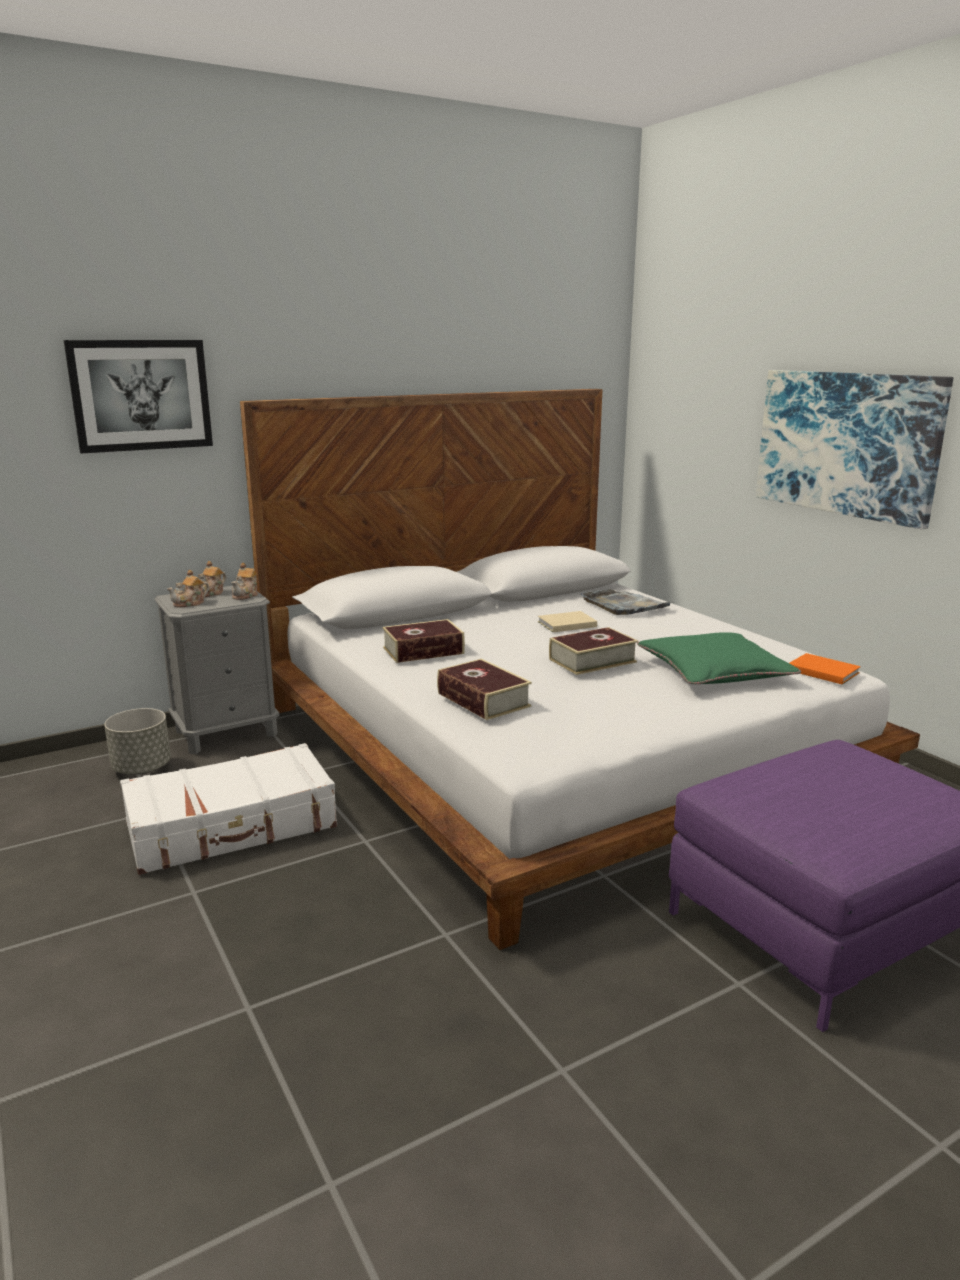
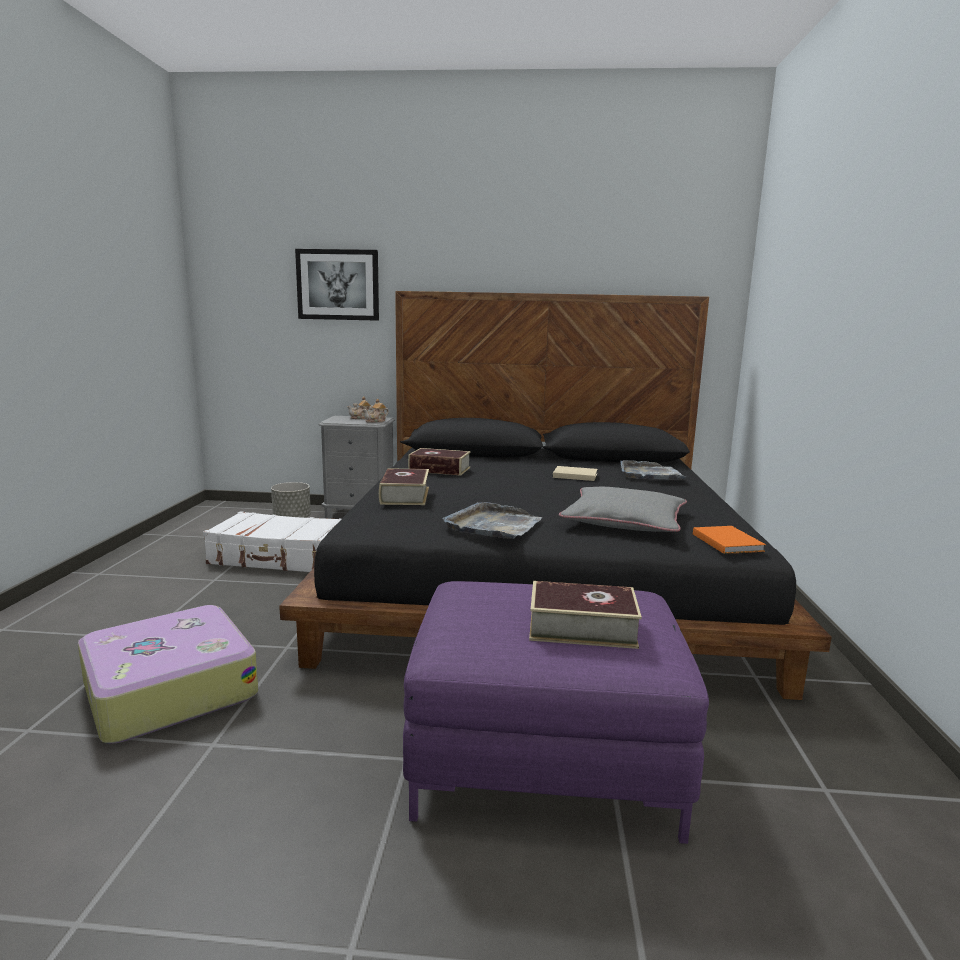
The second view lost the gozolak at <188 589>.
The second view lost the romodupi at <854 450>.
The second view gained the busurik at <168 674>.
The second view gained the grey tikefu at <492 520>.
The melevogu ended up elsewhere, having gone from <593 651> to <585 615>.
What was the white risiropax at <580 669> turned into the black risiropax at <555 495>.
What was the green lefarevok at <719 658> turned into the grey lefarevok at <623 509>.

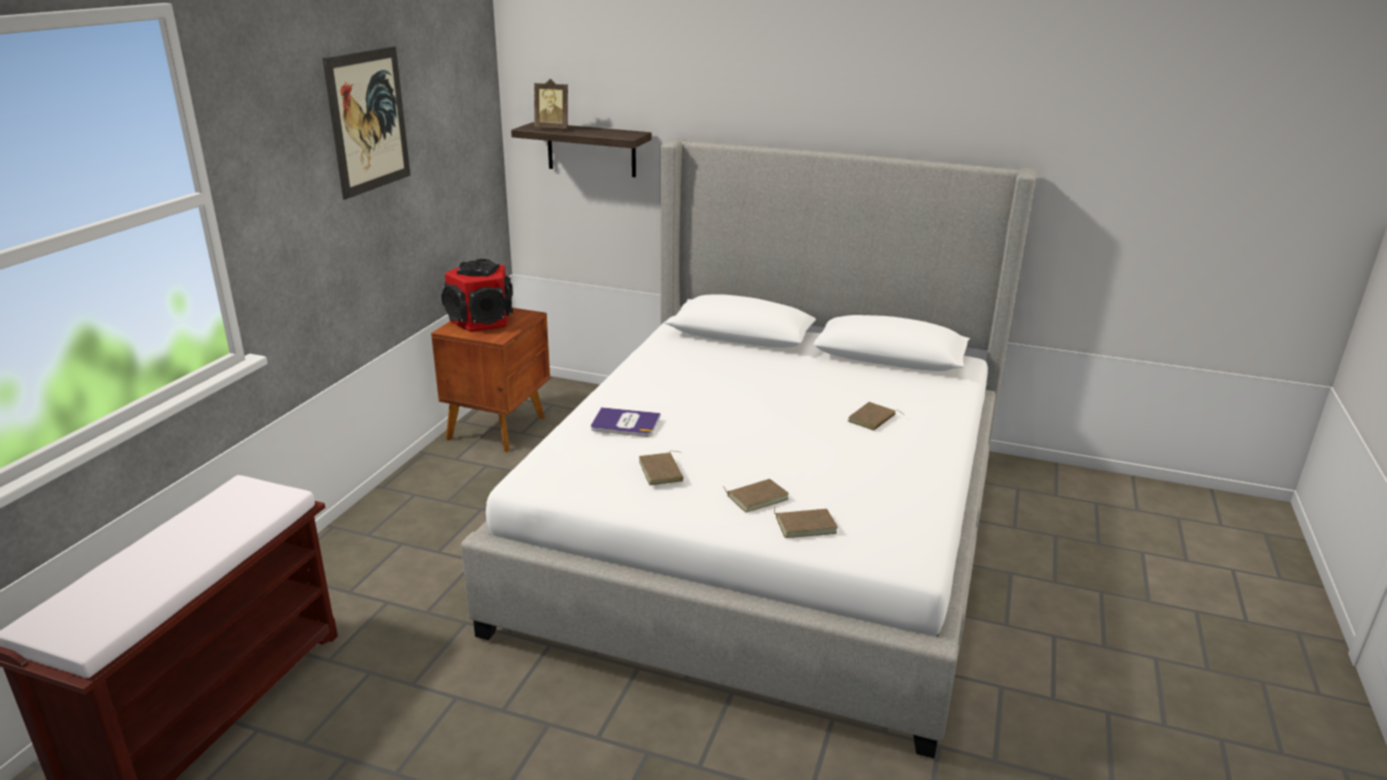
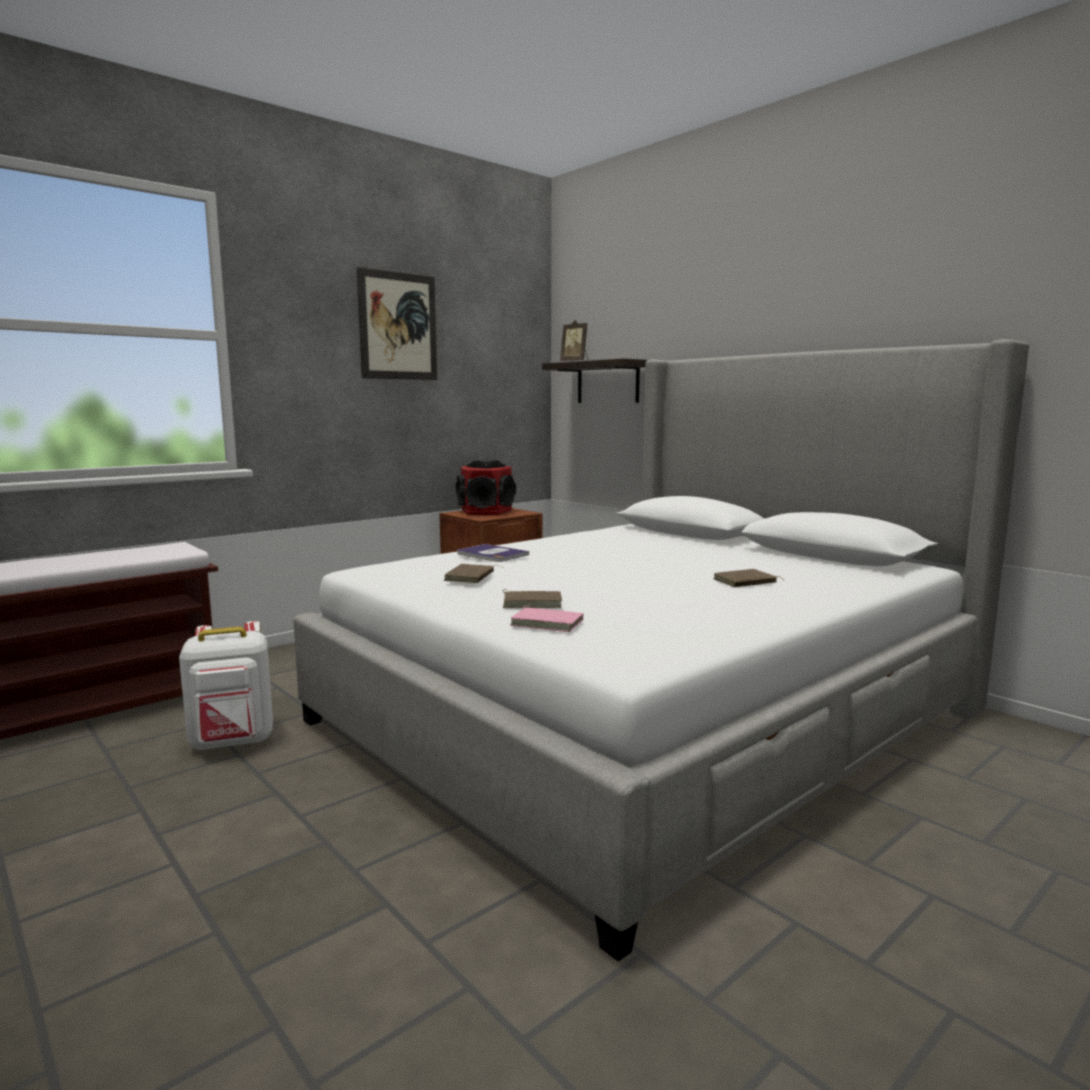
The second view gained the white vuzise at <226 686>.
What was the brown melevogu at <806 522> turned into the pink melevogu at <546 618>.

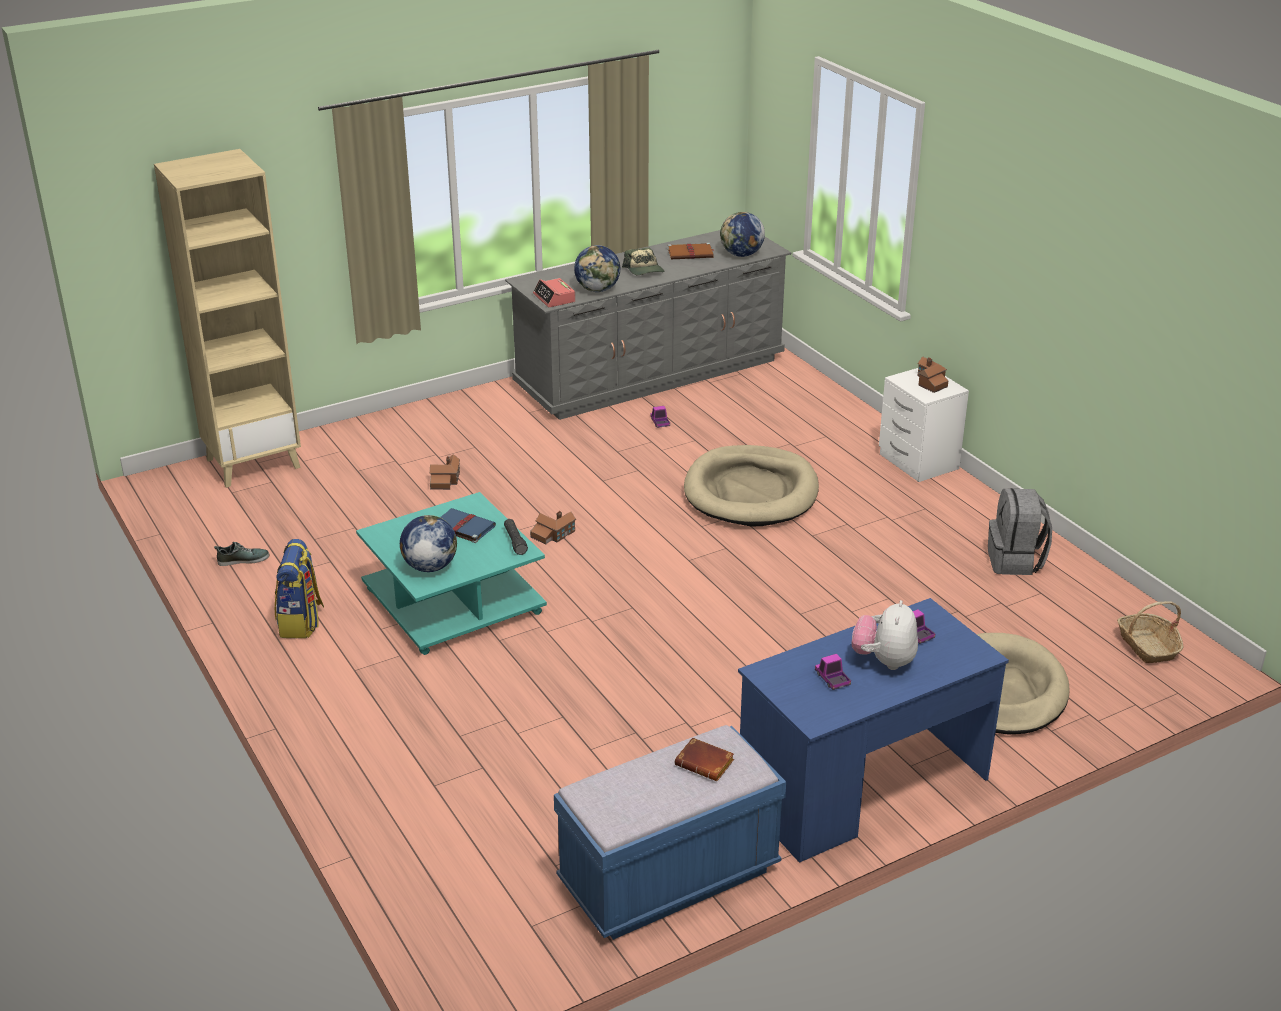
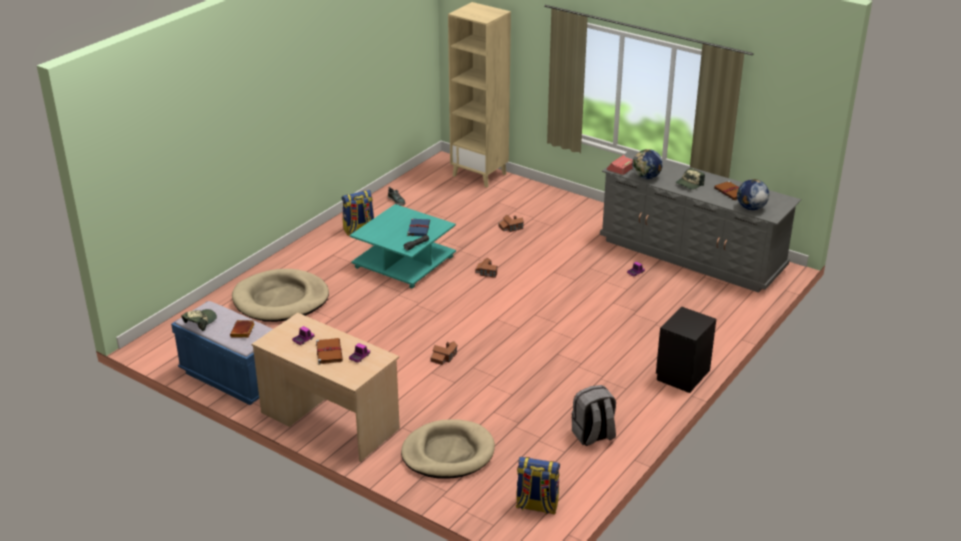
The second view lost the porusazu at <428 543>.
The second view gained the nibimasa at <199 320>.
The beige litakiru ended up elsewhere, having gone from <751 485> to <280 295>.
The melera ended up elsewhere, having gone from <933 374> to <444 353>.
Where the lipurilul stood at <885 635>, the brown melevogu came to stand at <329 351>.
Where the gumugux stood at <1150 632>, the vuzise came to stand at <538 486>.
What was the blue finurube at <873 730> turned into the beige finurube at <325 387>.
What was the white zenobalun at <924 425> turned into the black zenobalun at <686 349>.

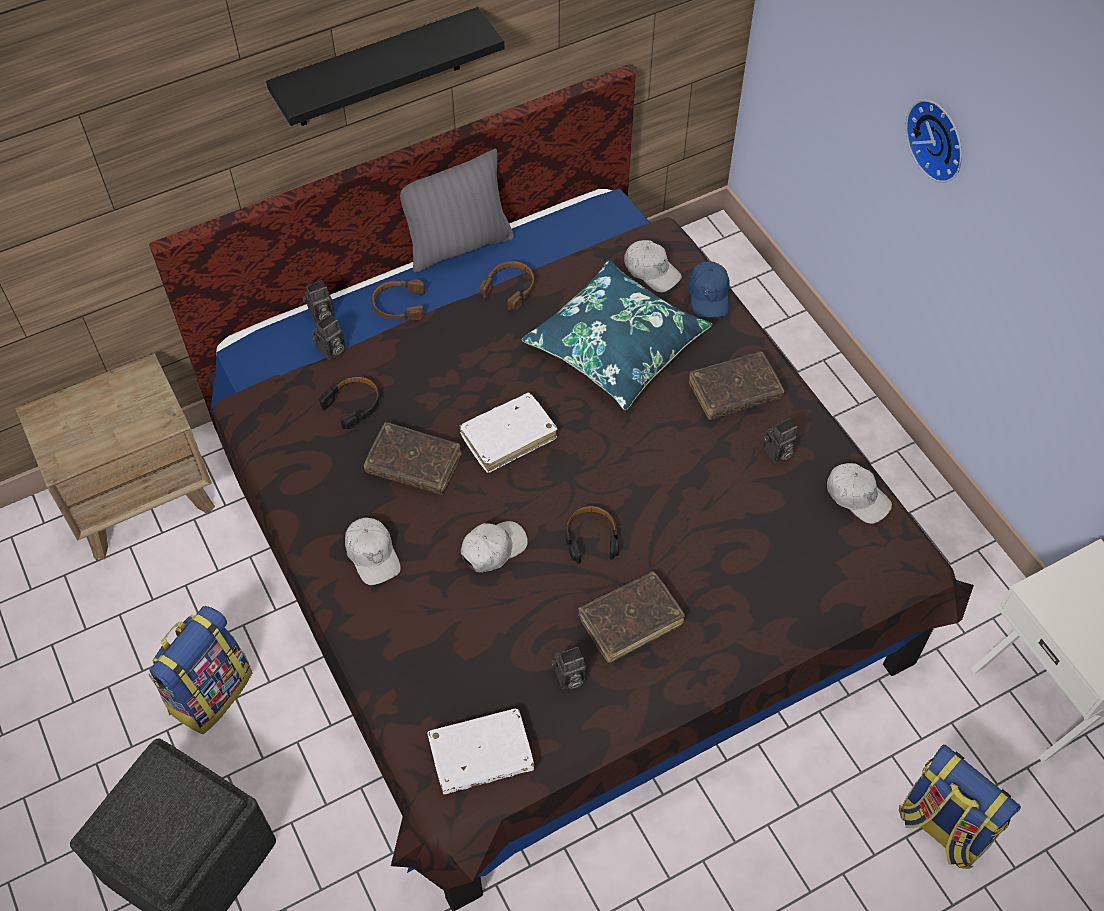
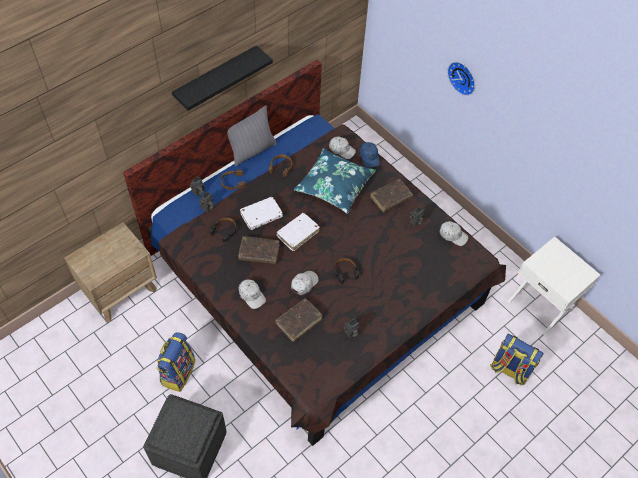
The white melevogu ended up elsewhere, having gone from <481 751> to <261 213>.
The brown melevogu ended up elsewhere, having gone from <631 617> to <298 320>.

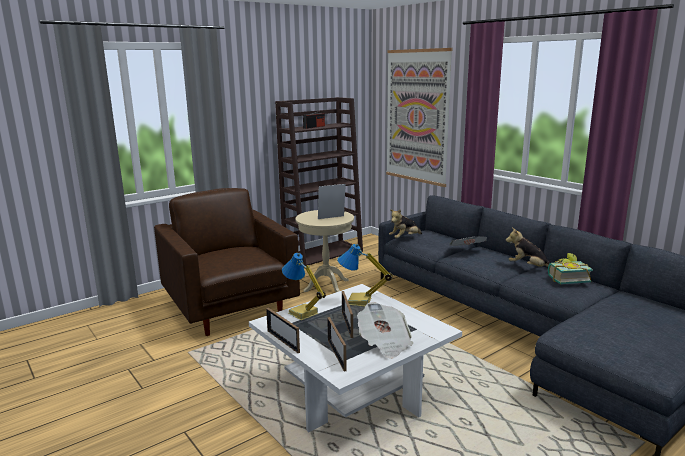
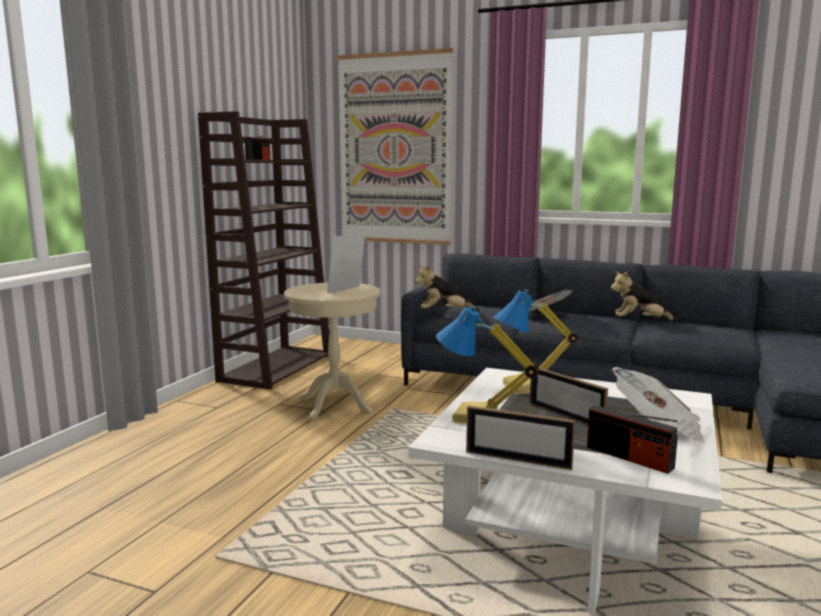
The second view lost the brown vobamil at <227 262>.
The second view lost the melevogu at <570 268>.
Where the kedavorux stood at <337 344>, the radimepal came to stand at <632 439>.
The lipurilul at <405 223> ended up facing another way, 60 degrees clockwise from before.

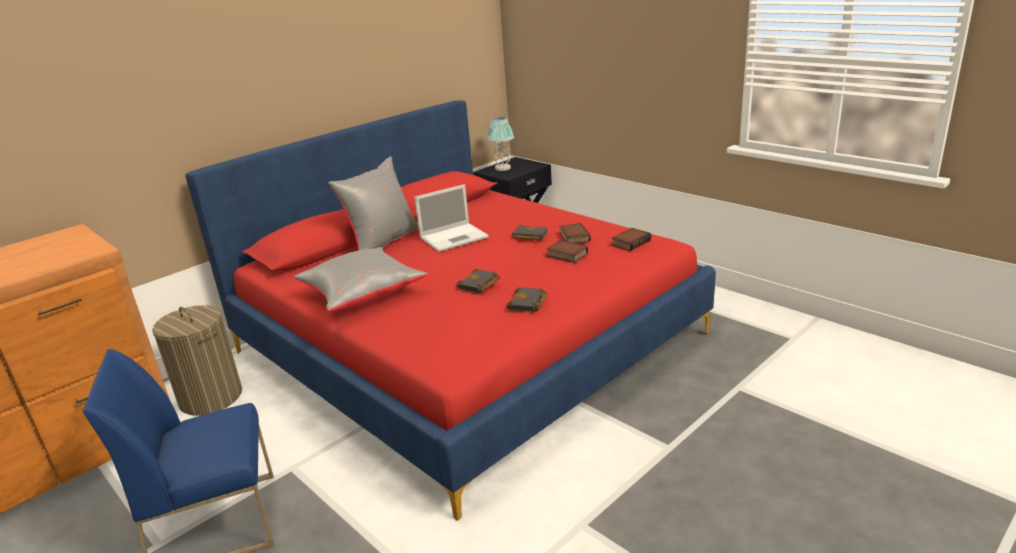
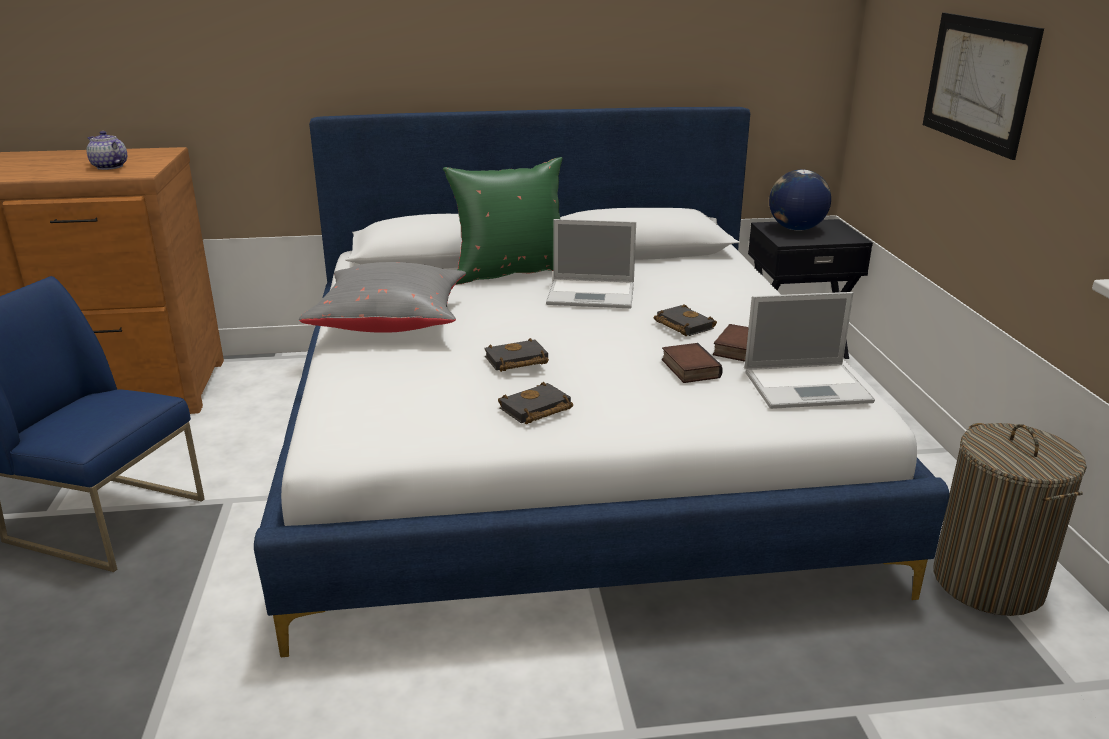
The second view gained the gozolak at <107 150>.
The second view gained the romodupi at <983 86>.
The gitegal ended up elsewhere, having gone from <197 360> to <1010 519>.
Where the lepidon stood at <500 144>, the porusazu came to stand at <800 200>.
Where the melevogu stood at <631 239>, the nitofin came to stand at <810 350>.
What was the red risiropax at <450 310> turned into the white risiropax at <602 382>.
What was the grey lefarevok at <373 203> turned into the green lefarevok at <503 221>.

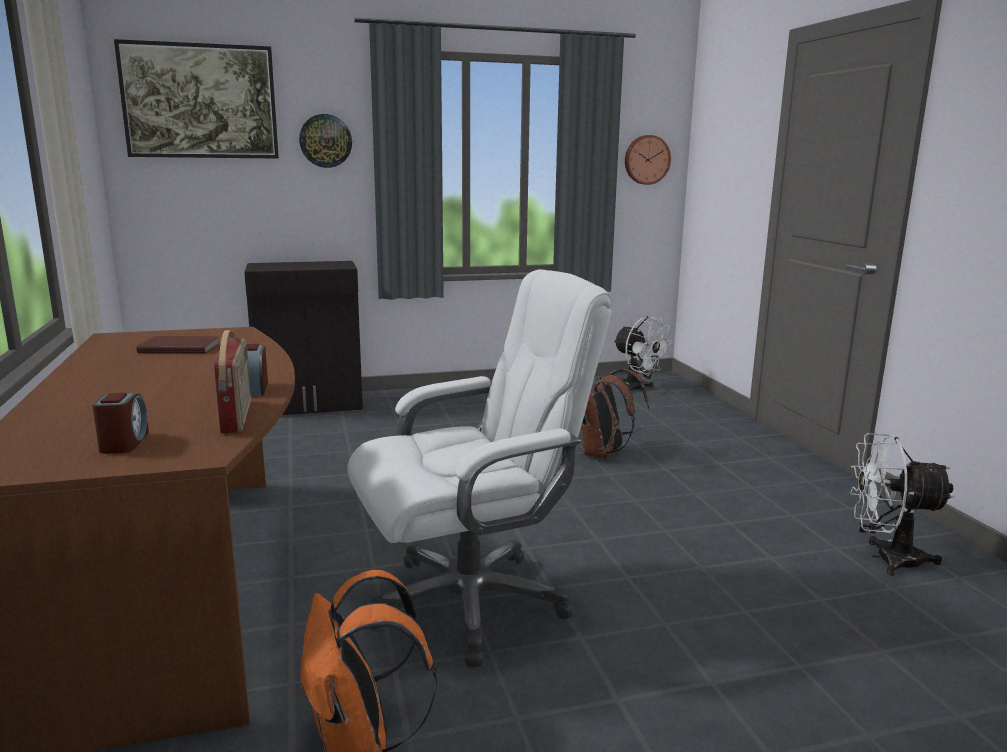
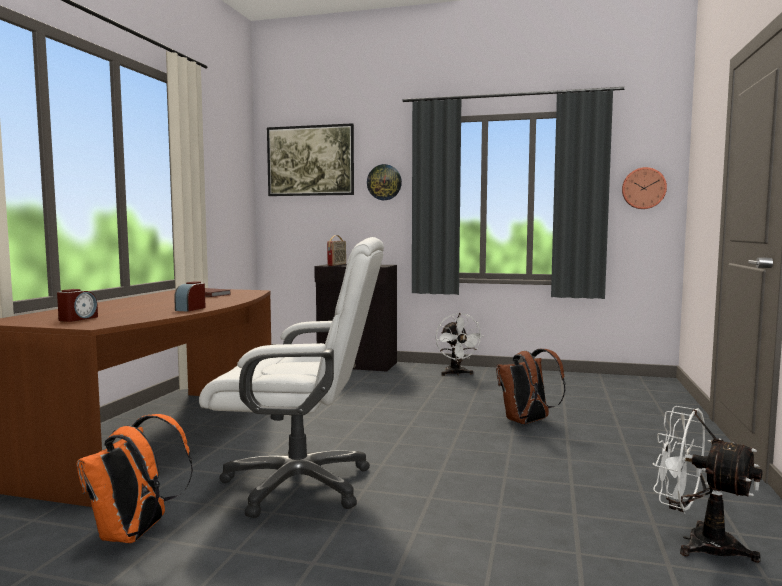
The radimepal ended up elsewhere, having gone from <232 381> to <336 250>.
The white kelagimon ended up elsewhere, having gone from <643 353> to <460 344>.

